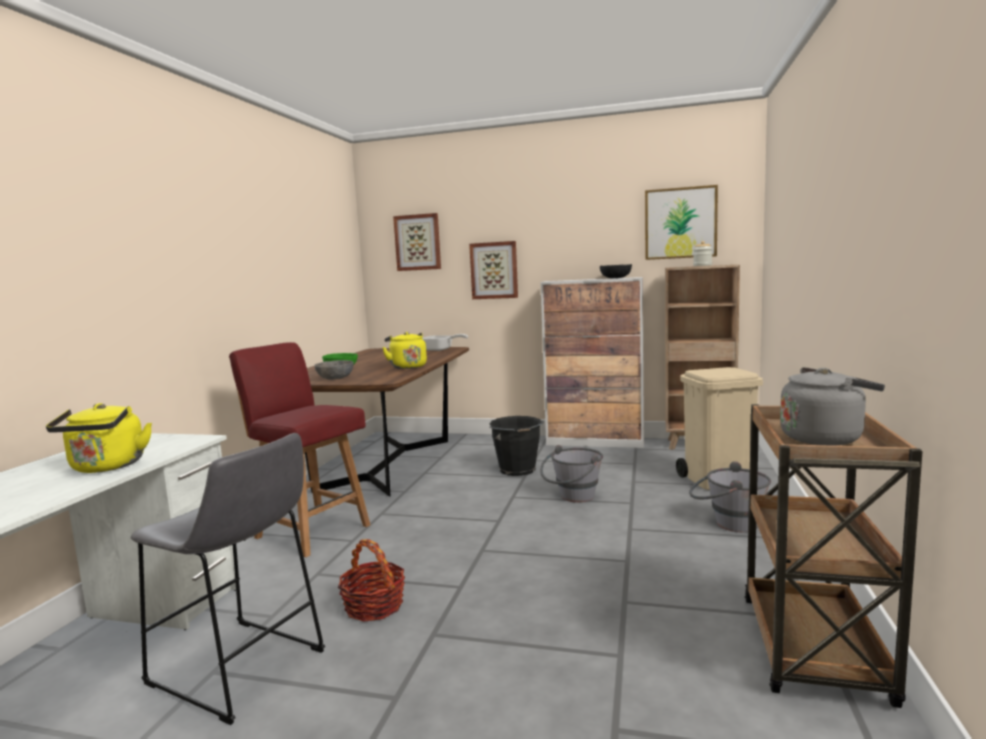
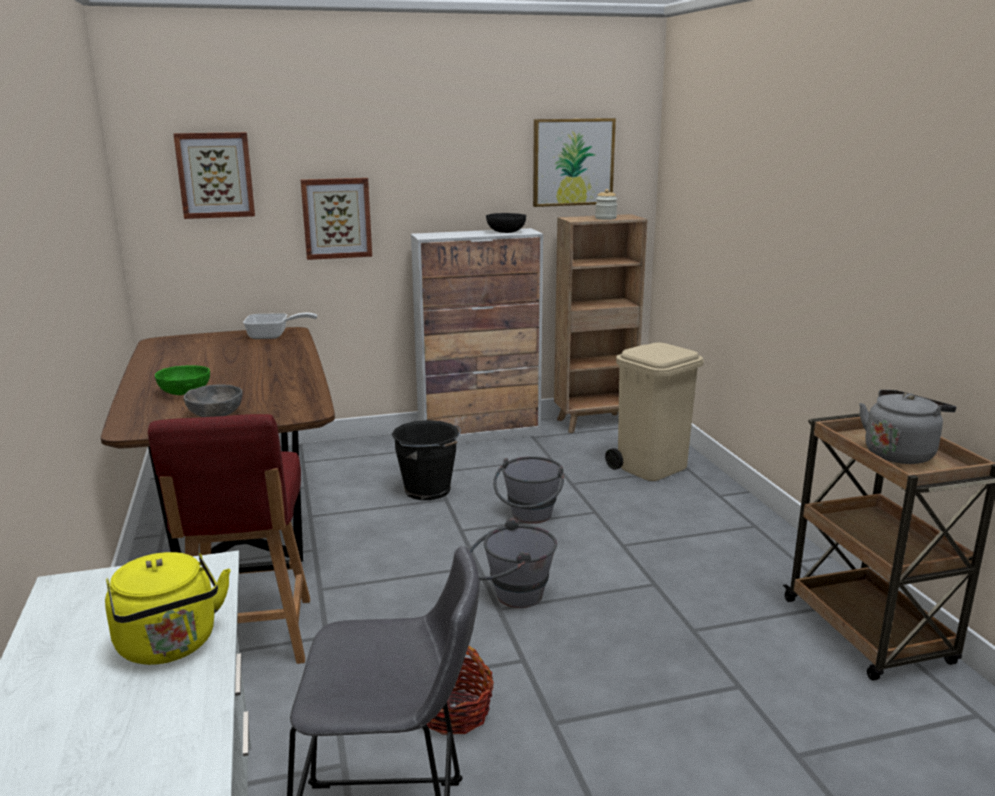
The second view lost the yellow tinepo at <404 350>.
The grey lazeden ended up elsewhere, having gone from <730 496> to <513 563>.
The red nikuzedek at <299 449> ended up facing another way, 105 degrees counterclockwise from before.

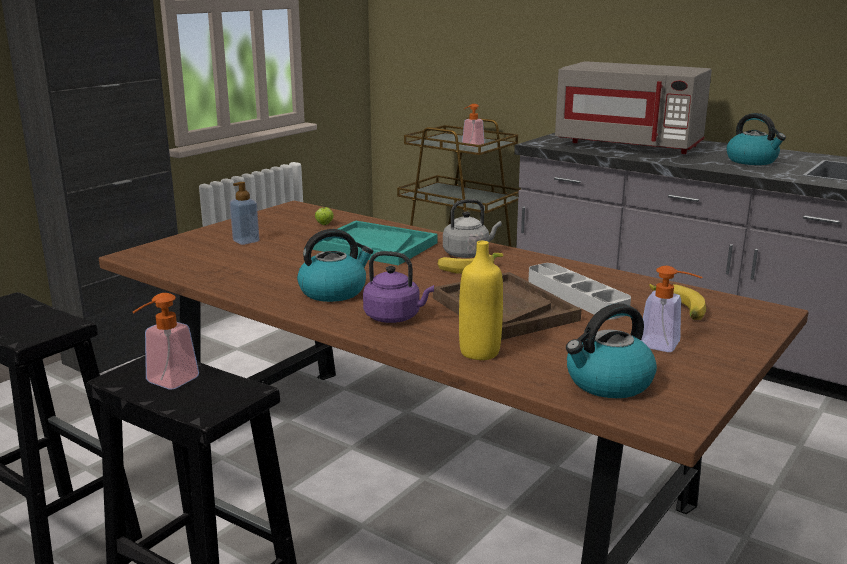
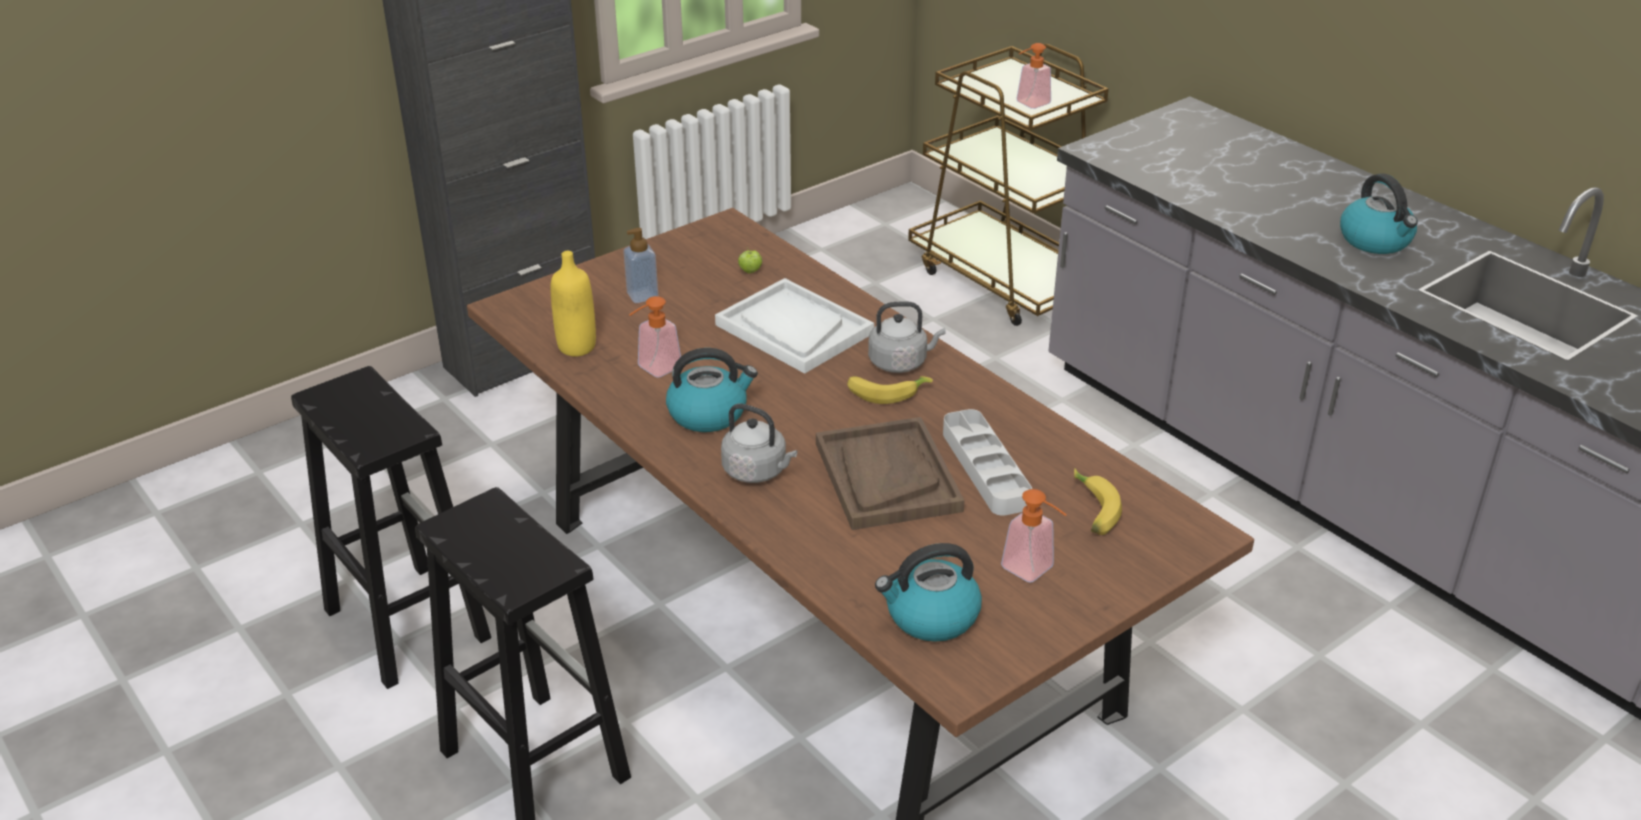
The second view lost the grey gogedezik at <633 107>.
The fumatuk ended up elsewhere, having gone from <165 341> to <655 337>.
The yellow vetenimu ended up elsewhere, having gone from <481 300> to <573 304>.
What was the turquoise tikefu at <375 243> turned into the white tikefu at <794 326>.
What was the purple tinepo at <398 287> turned into the grey tinepo at <759 443>.

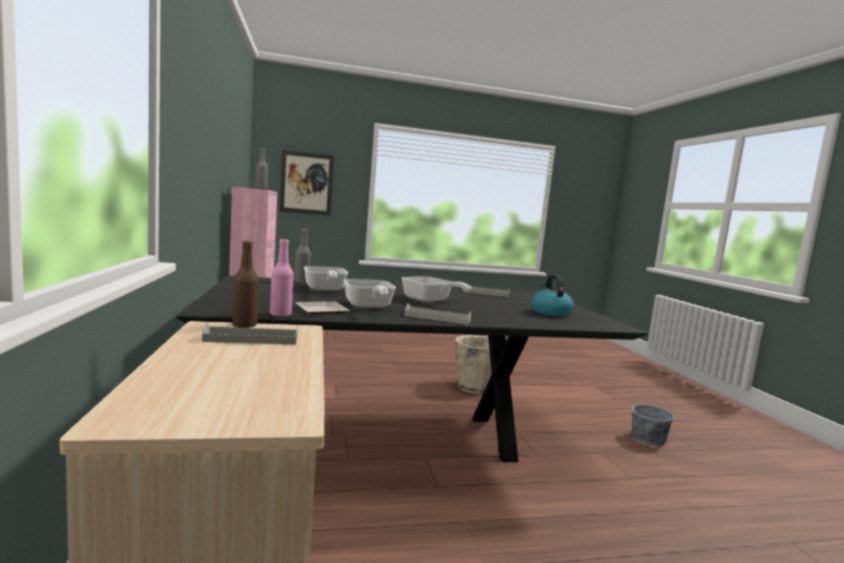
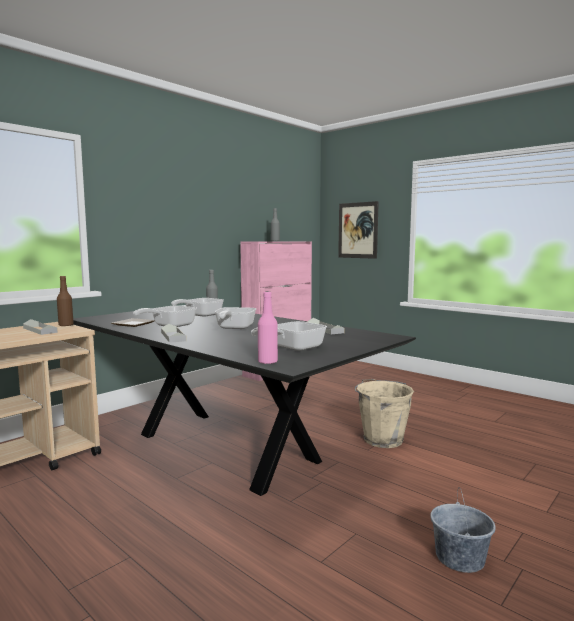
The pink vetenimu ended up elsewhere, having gone from <282 278> to <268 327>.
Where the tinepo stood at <553 295>, the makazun came to stand at <289 336>.

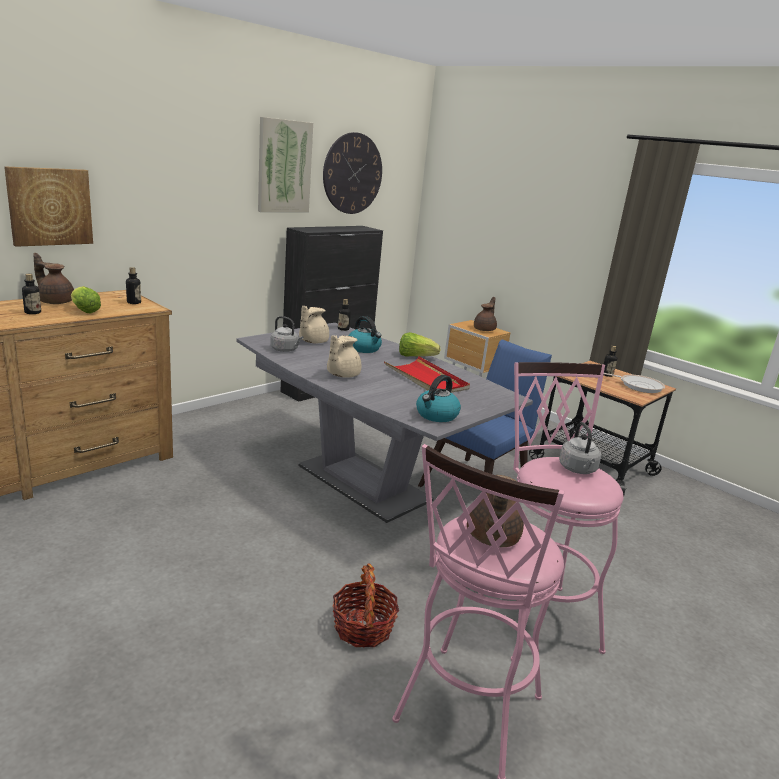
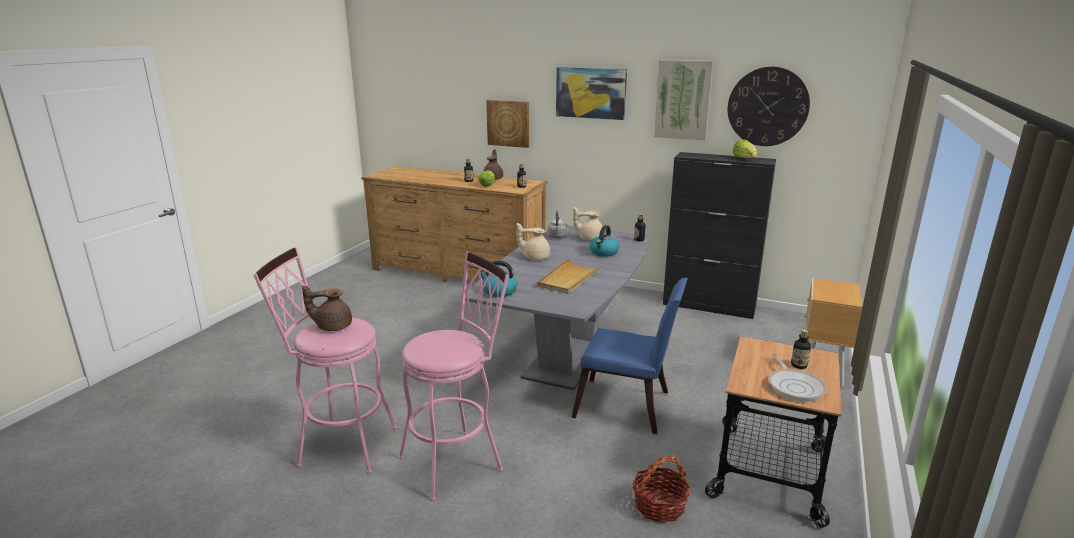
The second view lost the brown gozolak at <485 313>.
The second view lost the grey tinepo at <580 448>.
The second view gained the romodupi at <591 93>.
The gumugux ended up elsewhere, having gone from <365 606> to <661 489>.
The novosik ended up elsewhere, having gone from <419 344> to <745 148>.
What was the red tikefu at <427 374> turned into the beige tikefu at <570 276>.

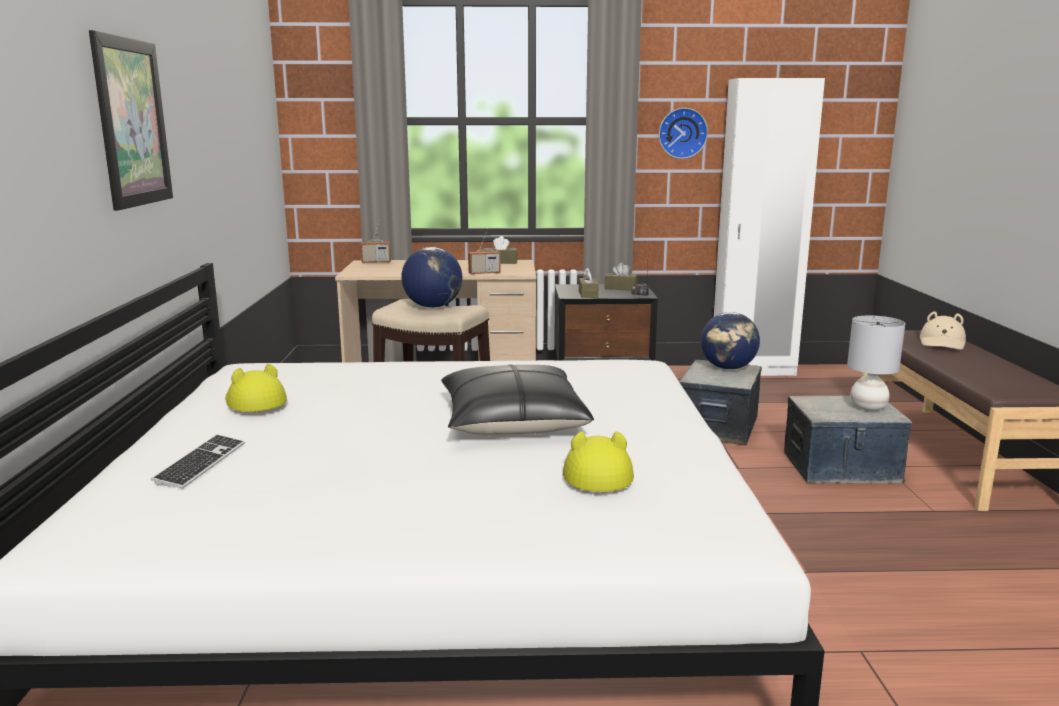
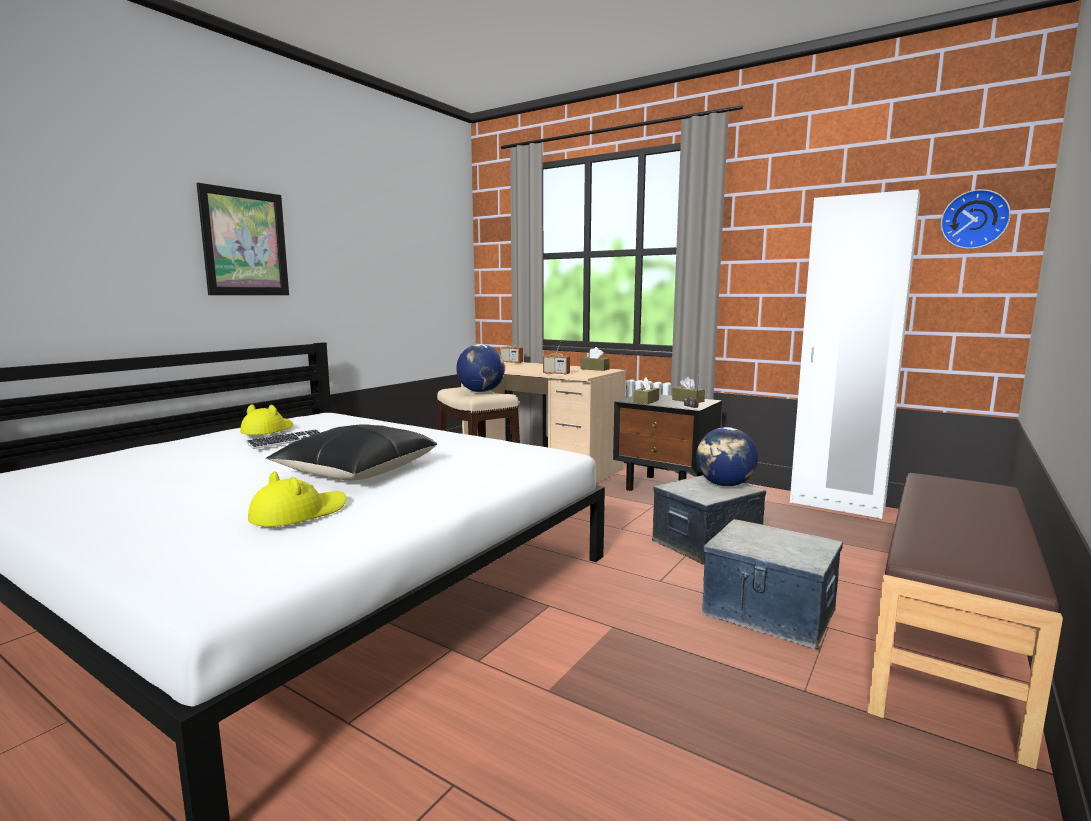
The second view lost the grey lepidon at <876 363>.
The second view lost the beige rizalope at <943 330>.
The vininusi ended up elsewhere, having gone from <198 461> to <283 439>.
The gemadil ended up elsewhere, having gone from <683 133> to <976 219>.

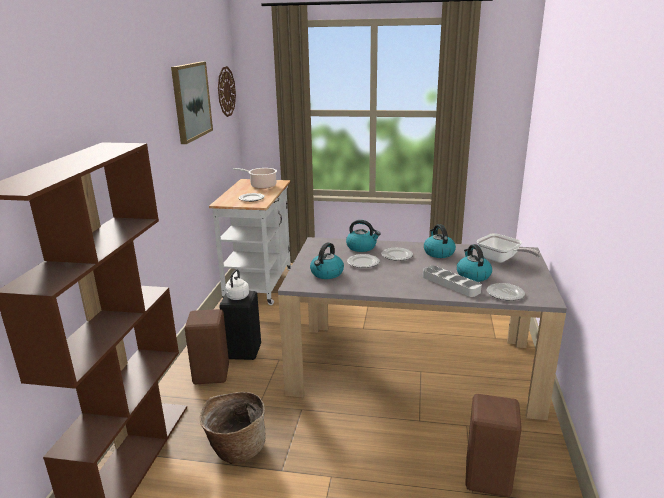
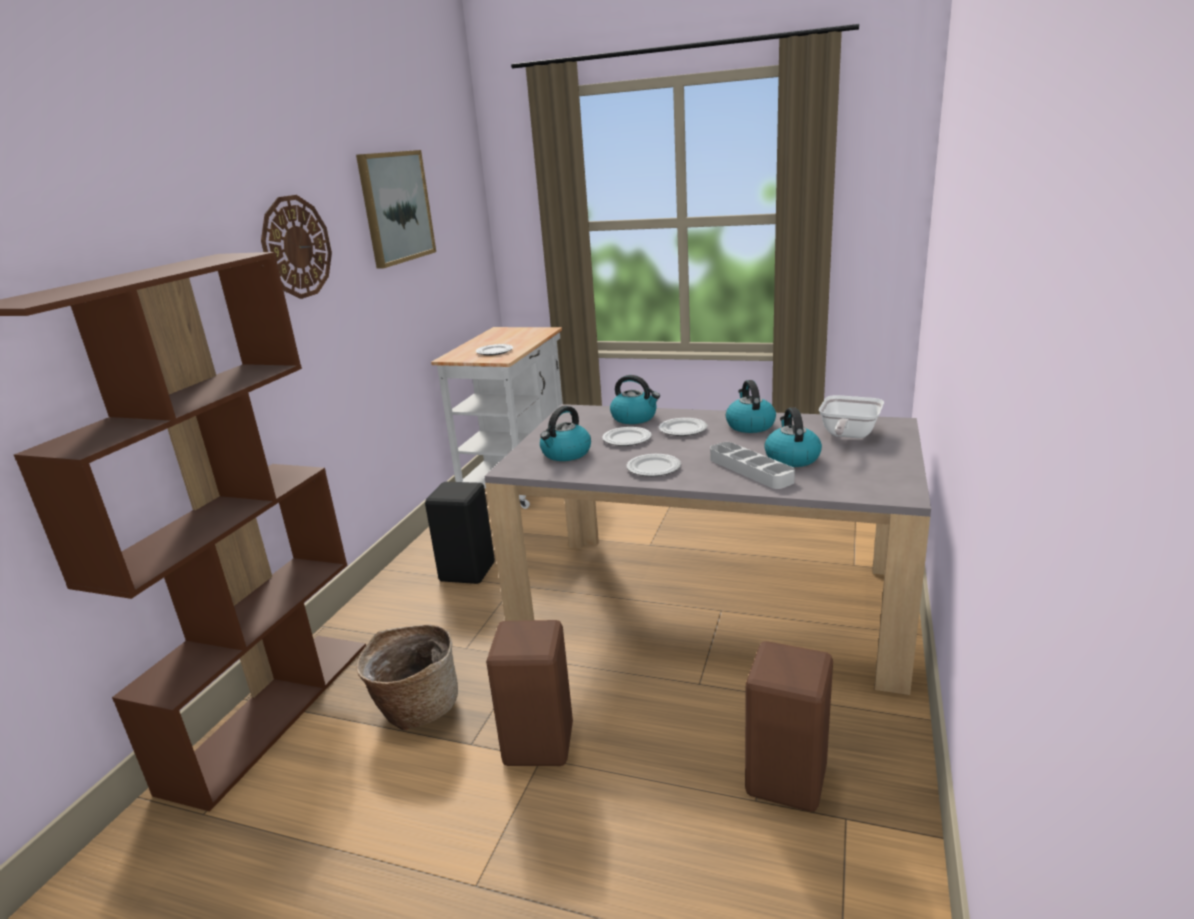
The second view lost the white tinepo at <237 284>.
The second view lost the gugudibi at <255 178>.
The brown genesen ended up elsewhere, having gone from <207 346> to <529 693>.
The gemadil ended up elsewhere, having gone from <227 91> to <296 247>.
The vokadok ended up elsewhere, having gone from <506 292> to <654 465>.
The makazun at <509 248> ended up facing another way, 60 degrees clockwise from before.

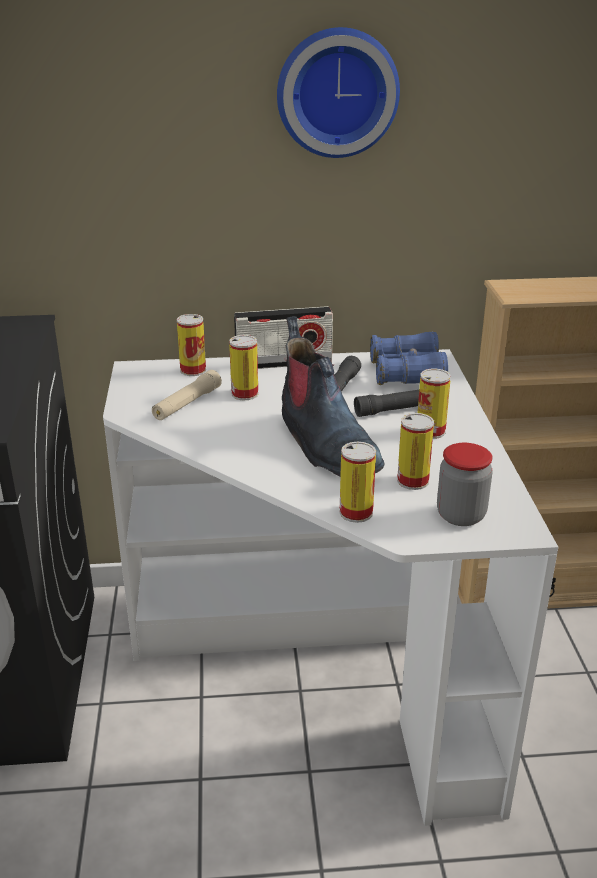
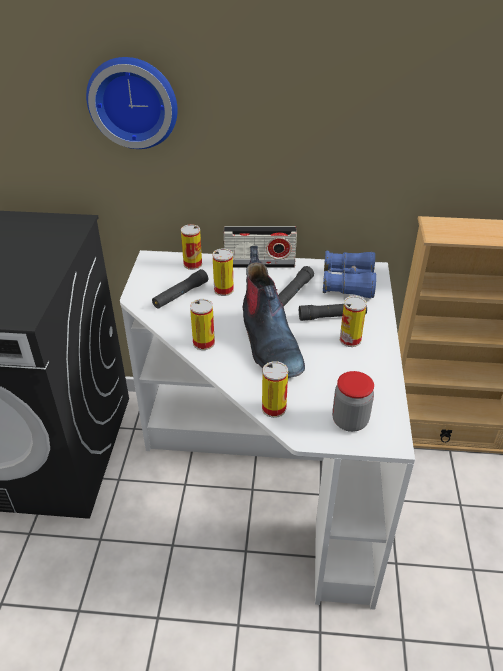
The gemadil ended up elsewhere, having gone from <338 92> to <132 103>.
The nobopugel ended up elsewhere, having gone from <415 451> to <202 324>.
What was the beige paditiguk at <187 395> turned into the black paditiguk at <180 289>.

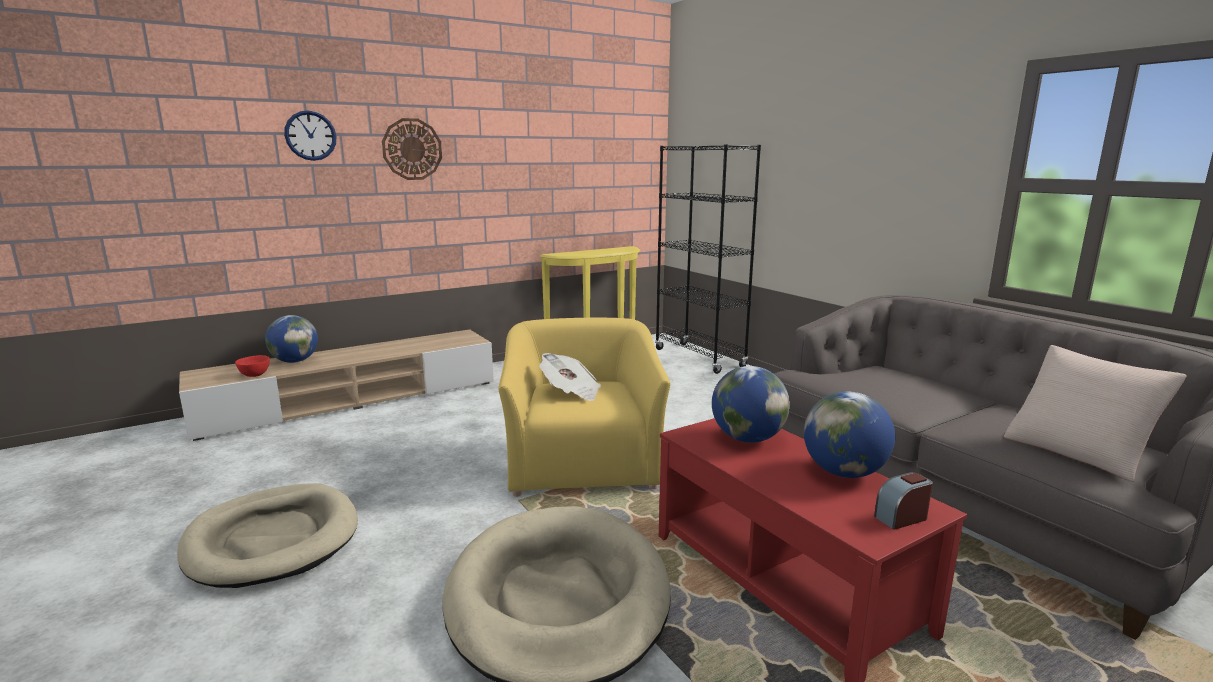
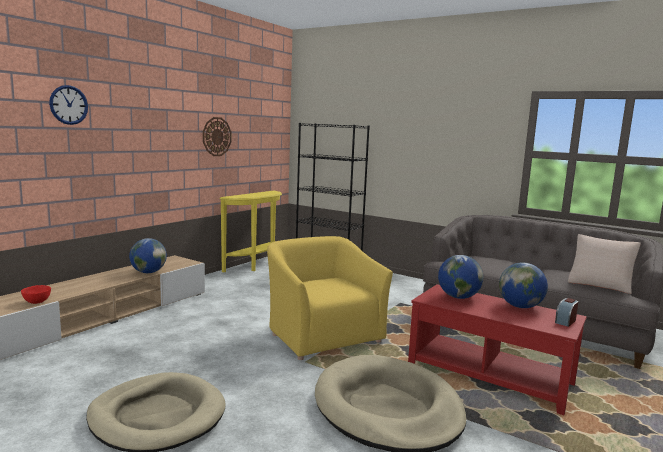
The second view lost the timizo at <570 377>.
The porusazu ended up elsewhere, having gone from <291 339> to <148 255>.
The gemadil ended up elsewhere, having gone from <412 149> to <217 136>.

